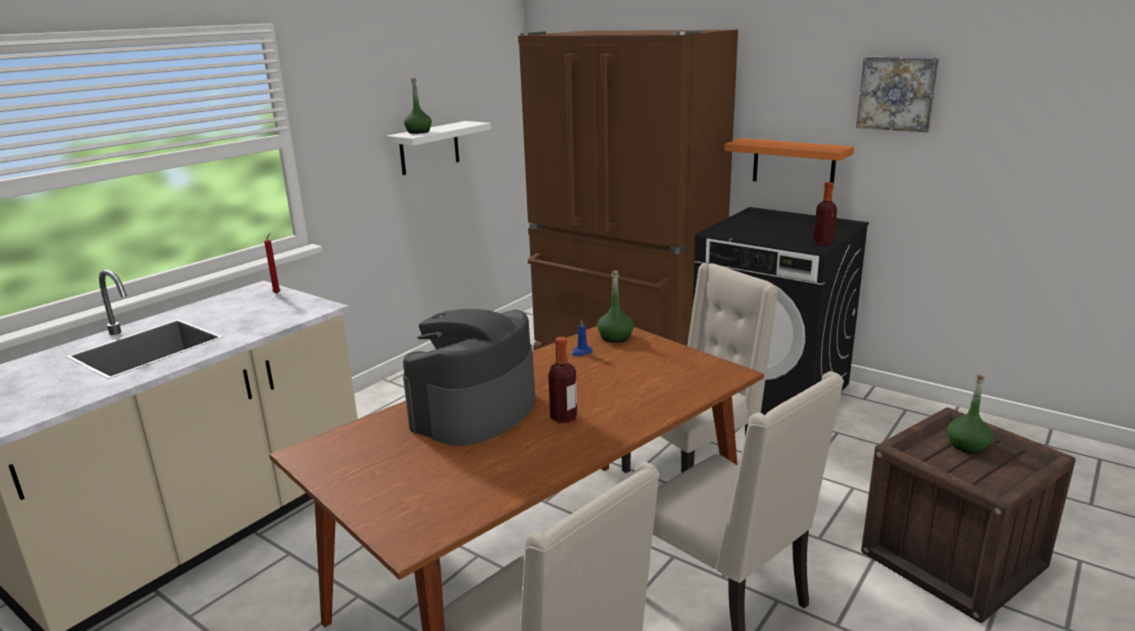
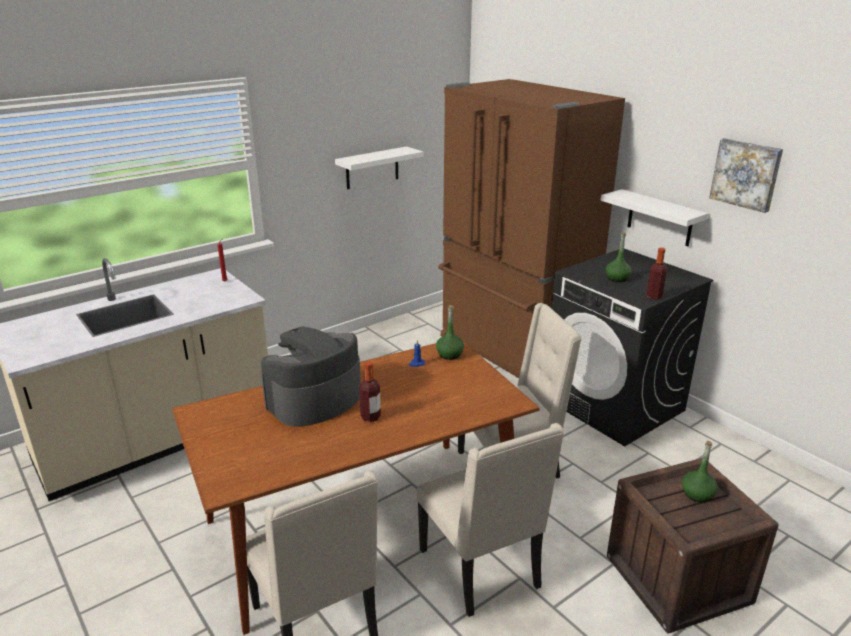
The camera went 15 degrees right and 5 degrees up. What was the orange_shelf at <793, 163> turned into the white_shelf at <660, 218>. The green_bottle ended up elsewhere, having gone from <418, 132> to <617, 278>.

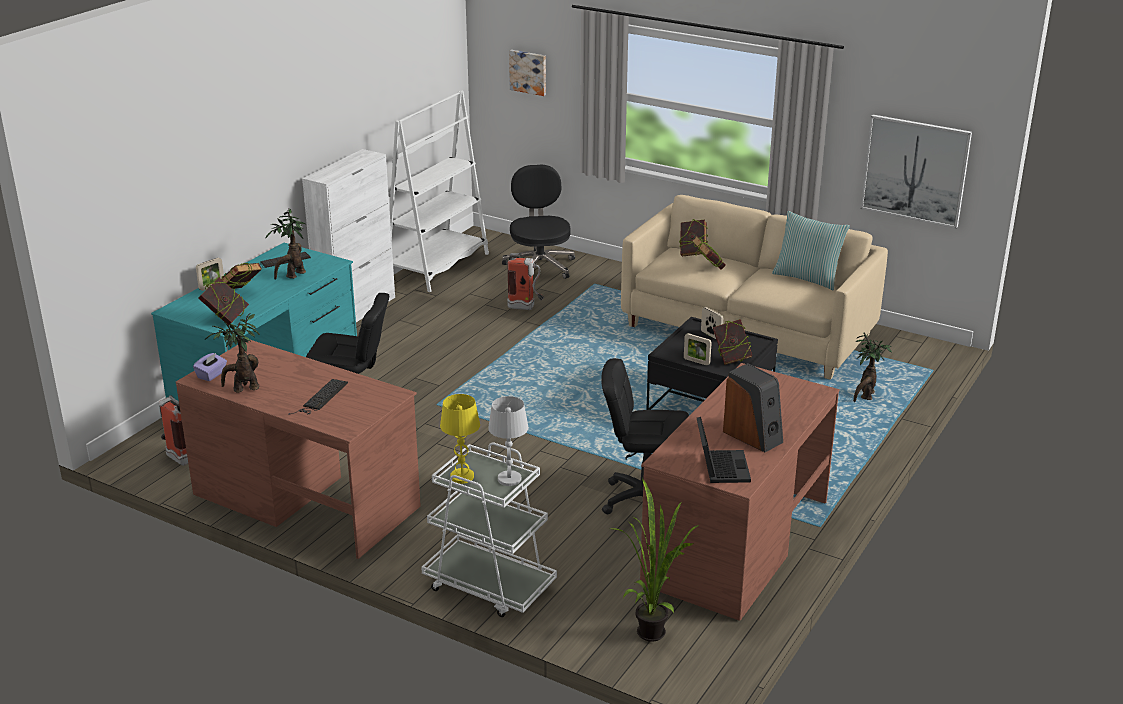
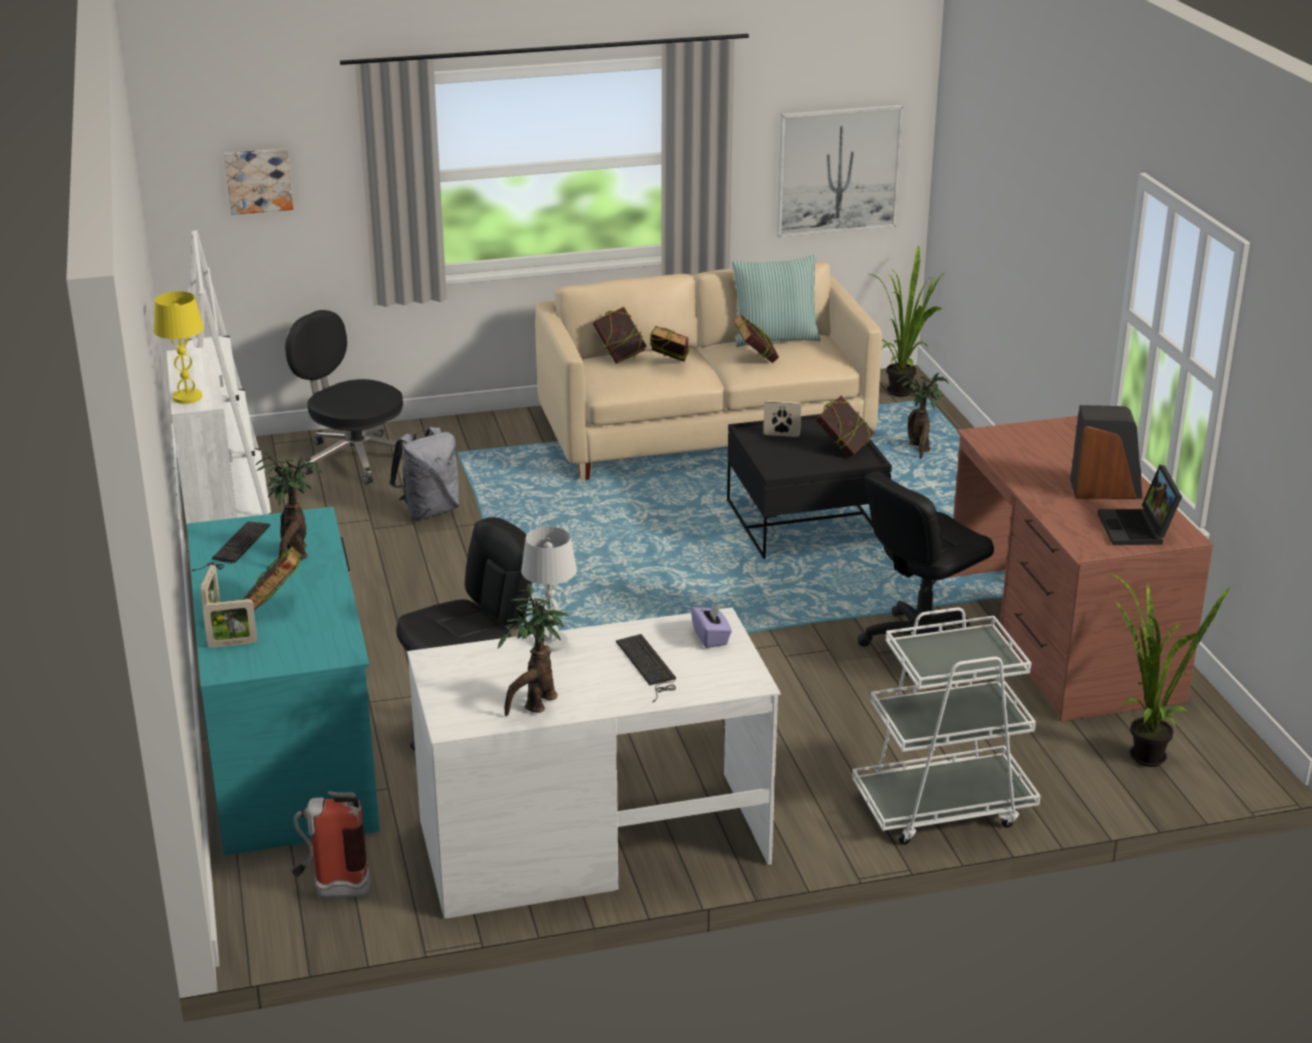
The camera went 45 degrees left and 0 degrees up. The yellow_table_lamp ended up elsewhere, having gone from <462, 477> to <187, 397>. The picture_frame ended up elsewhere, having gone from <696, 361> to <232, 644>. Where the fire_extinguisher stood at <526, 308>, the grey_backpack came to stand at <429, 511>. What was the brown_desk at <306, 499> turned into the white_desk at <592, 841>. The white_table_lamp ended up elsewhere, having gone from <509, 479> to <550, 643>. The purple_tissue_box ended up elsewhere, having gone from <211, 375> to <711, 637>. The book ended up elsewhere, having gone from <226, 319> to <755, 360>. The second view gained the potted_plant at <904, 390>. The laptop at <720, 466> ended up facing another way, 135 degrees counterclockwise from before.

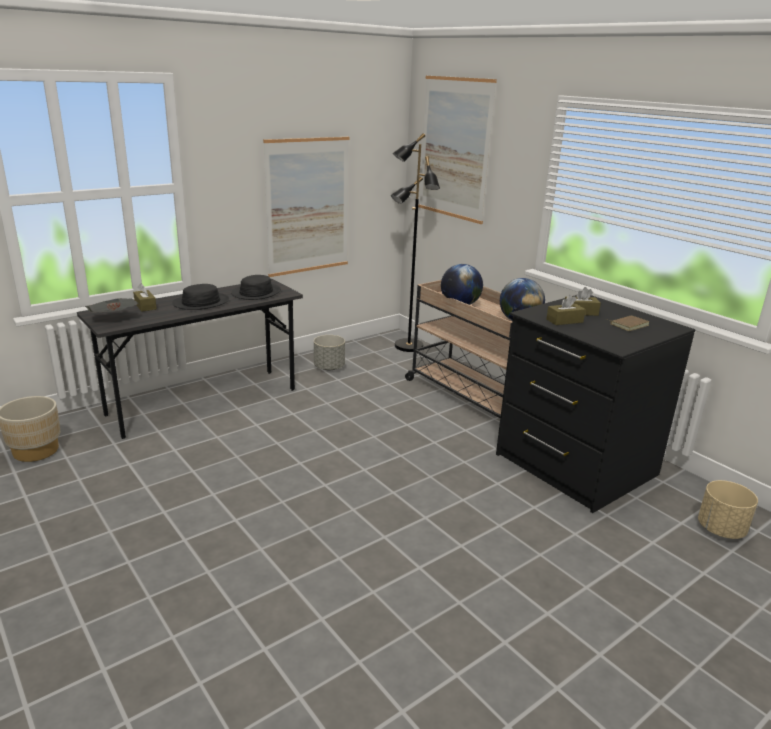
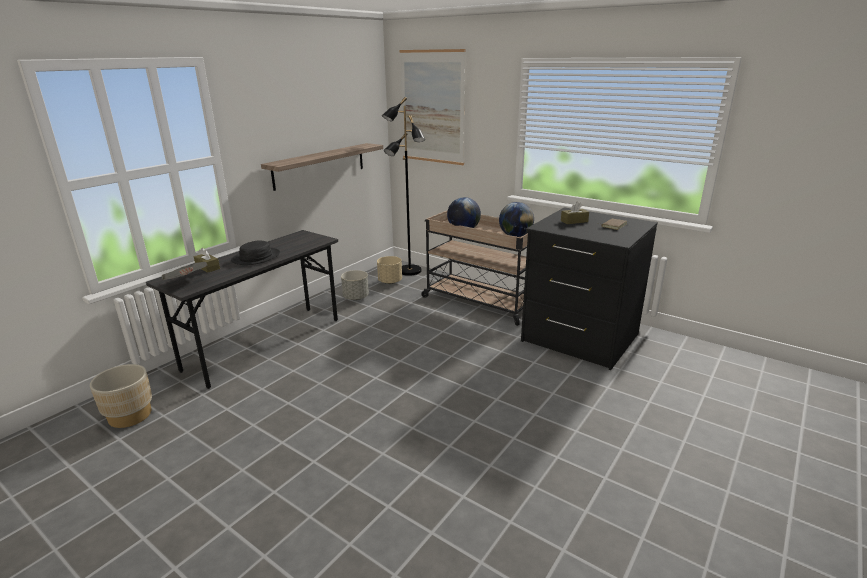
The camera went 15 degrees left and 0 degrees up. Where the picture hung at <308, 206>, the shelf came to hang at <320, 165>. The beige_planter ended up elsewhere, having gone from <720, 529> to <390, 281>. The second view lost the black_hat at <256, 292>. The second view lost the brown_tissue_box at <564, 321>.

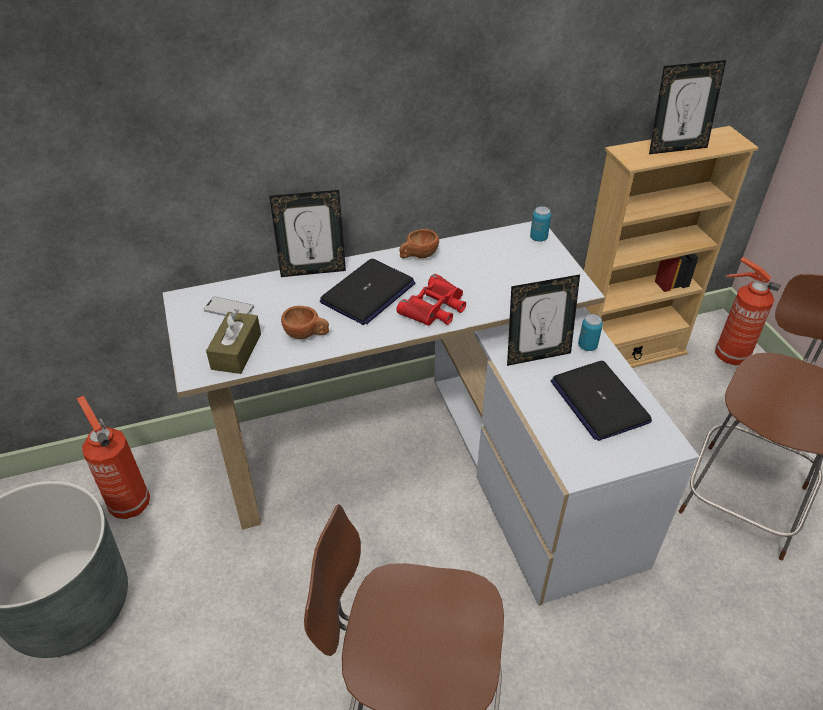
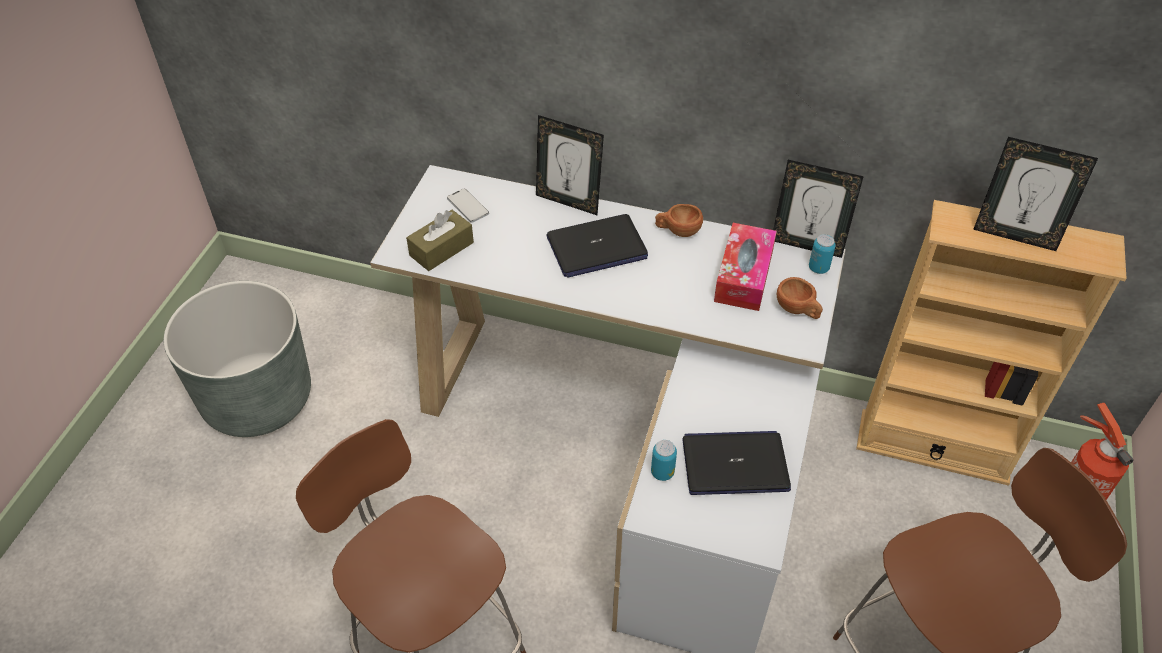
The camera went 35 degrees right and 5 degrees up. The can ended up elsewhere, having gone from <587, 346> to <662, 472>. The laptop at <599, 401> ended up facing another way, 75 degrees clockwise from before. The second view gained the tissue_box at <743, 276>. The picture_frame ended up elsewhere, having gone from <537, 355> to <807, 245>. The brown_cup ended up elsewhere, having gone from <307, 334> to <798, 310>. The second view lost the fire_extinguisher at <129, 502>. The second view lost the red_binoculars at <435, 308>.

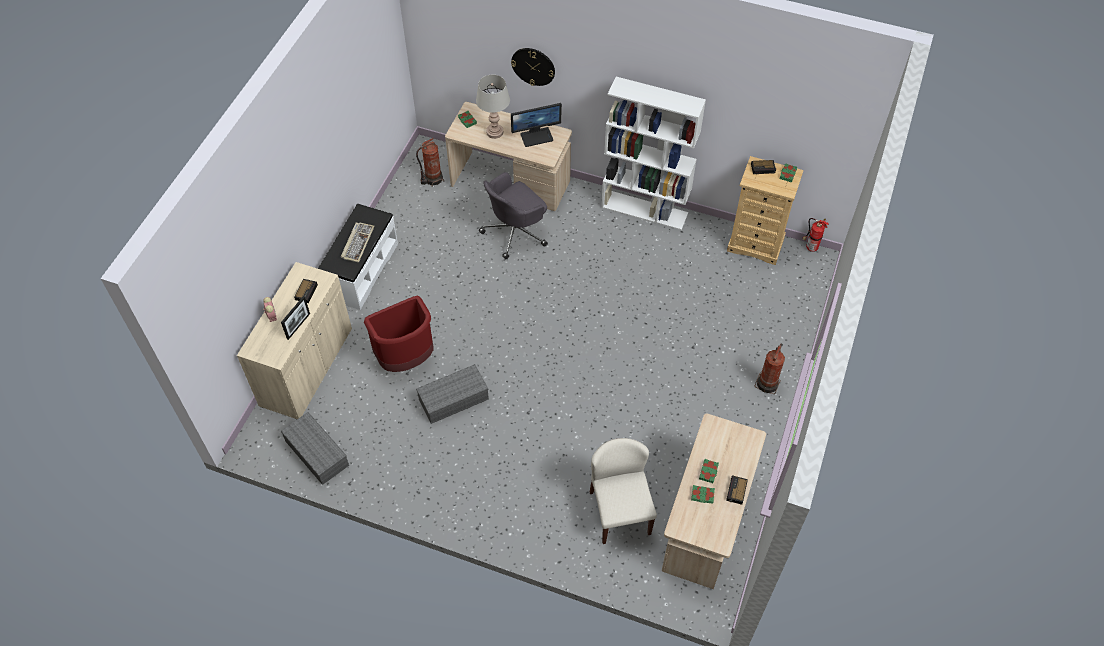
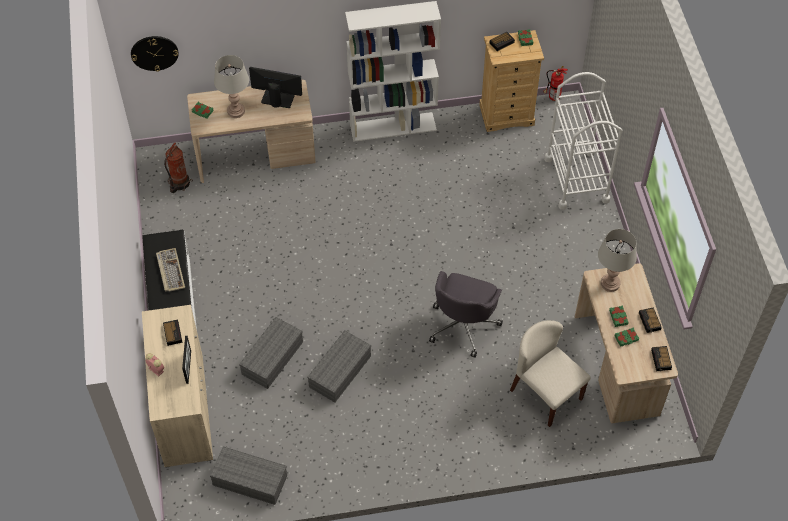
The camera went 30 degrees left and 0 degrees up. The wall_clock ended up elsewhere, having gone from <533, 66> to <154, 52>. Where the red_trash_can stood at <407, 358>, the grey_storage_box came to stand at <272, 357>. The monitor at <536, 136> ended up facing another way, 120 degrees counterclockwise from before. The grey_office_chair ended up elsewhere, having gone from <515, 232> to <463, 325>. The second view gained the white_cart at <576, 179>. The second view gained the grey_table_lamp at <610, 284>. The second view gained the alarm_clock at <661, 360>. The second view lost the fire_extinguisher at <768, 383>.

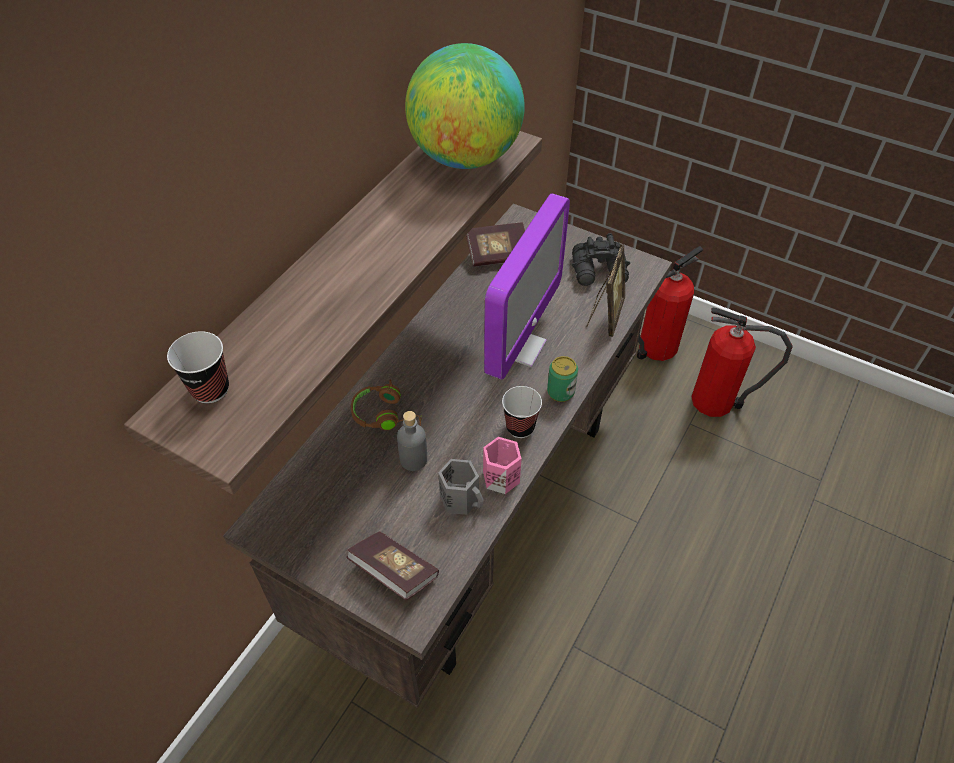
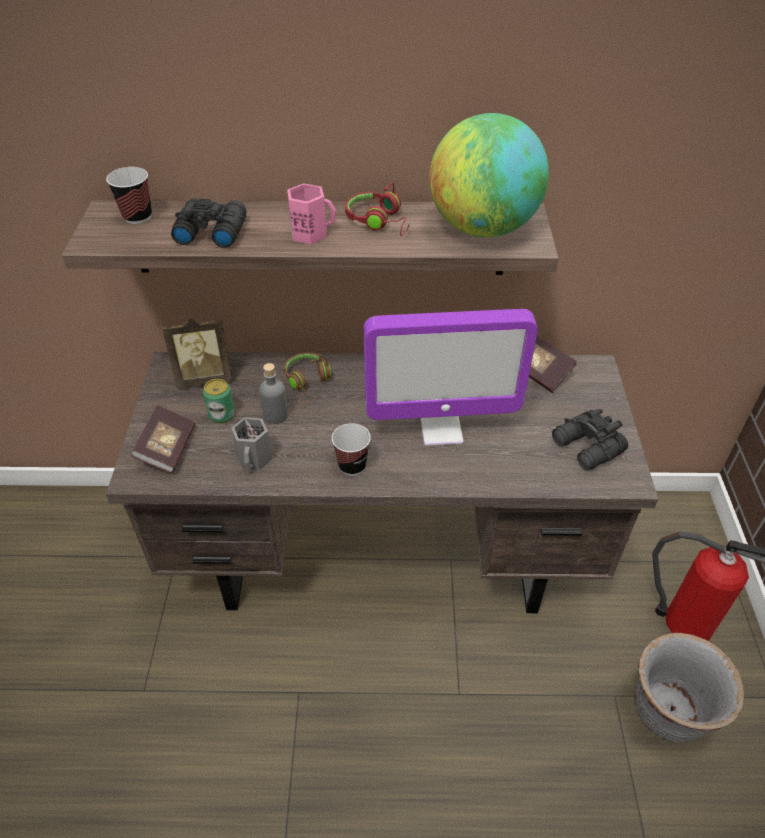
The camera went 60 degrees right and 5 degrees down. The picture_frame ended up elsewhere, having gone from <604, 316> to <205, 378>. The second view gained the black_binoculars at <210, 231>. The can ended up elsewhere, having gone from <560, 392> to <222, 415>. The pink_mug ended up elsewhere, having gone from <500, 476> to <310, 233>. The second view gained the red_headphones at <379, 221>. Where the fire_extinguisher stood at <717, 401>, the grey_planter came to stand at <668, 712>.

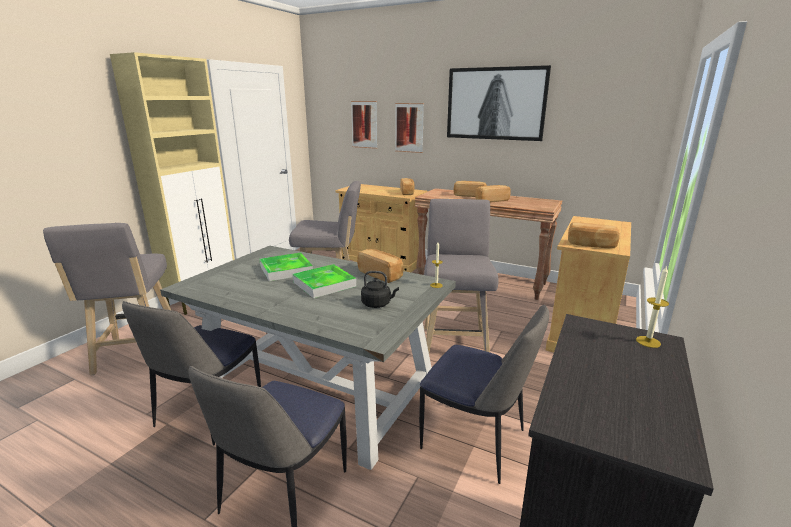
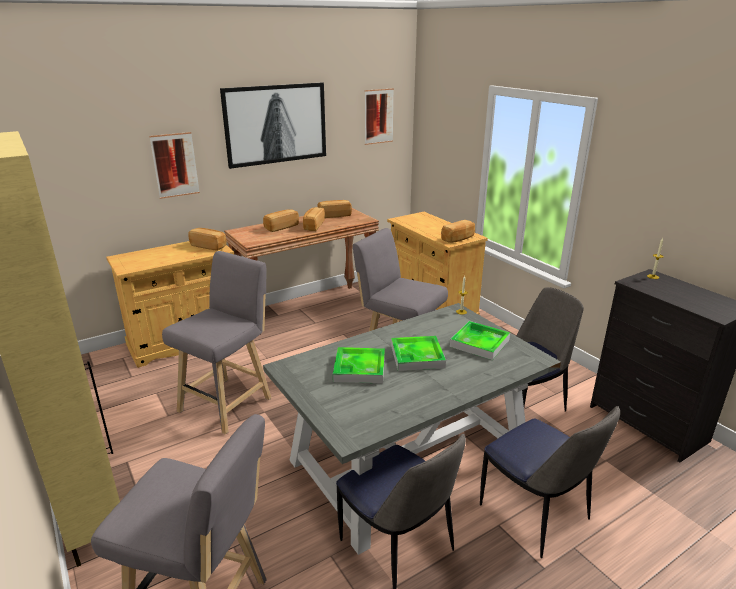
The camera went 60 degrees left and 5 degrees up. The bread ended up elsewhere, having gone from <380, 274> to <334, 215>. The picture ended up elsewhere, having gone from <364, 124> to <378, 116>. Where the black_kettle stood at <378, 304>, the tray came to stand at <479, 343>.

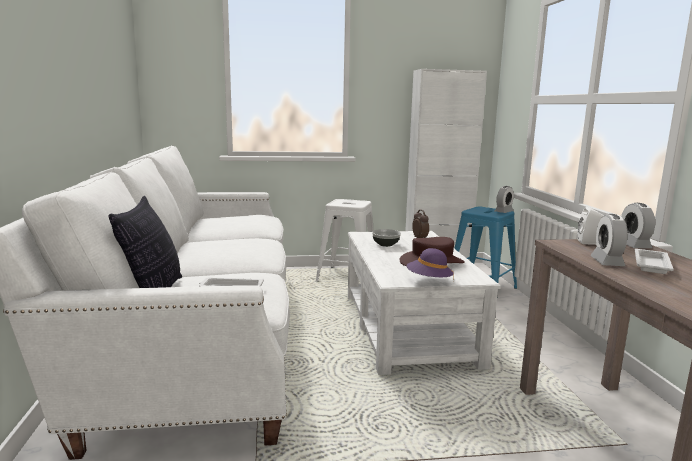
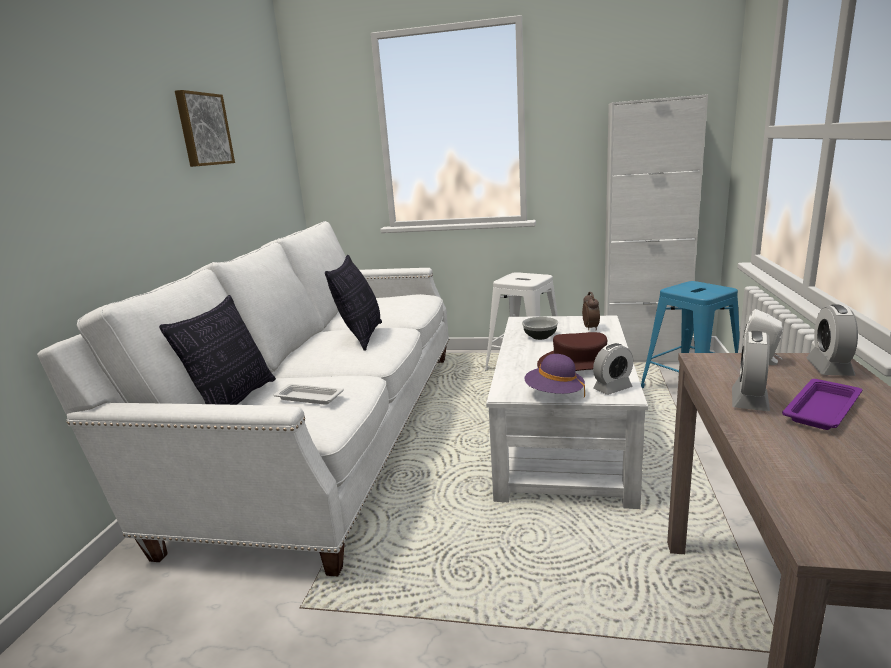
The camera went 20 degrees right and 5 degrees up. The second view gained the picture at <203, 129>. The second view gained the pillow at <361, 337>. The alarm_clock ended up elsewhere, having gone from <503, 211> to <612, 388>. What was the white_tray at <651, 264> turned into the purple_tray at <822, 409>.

